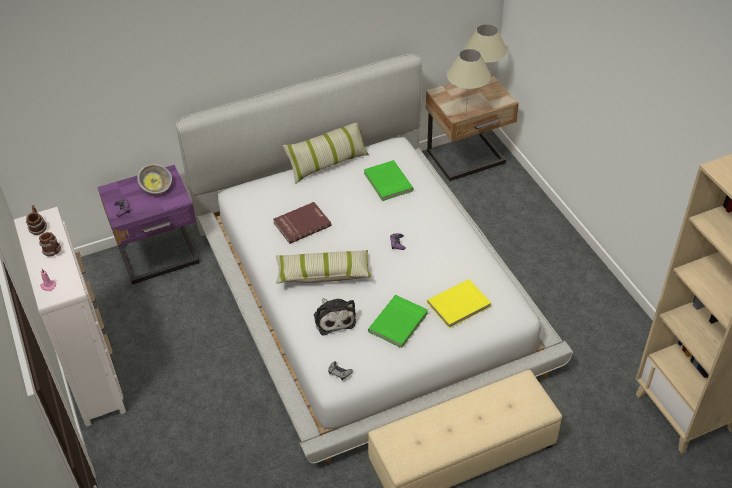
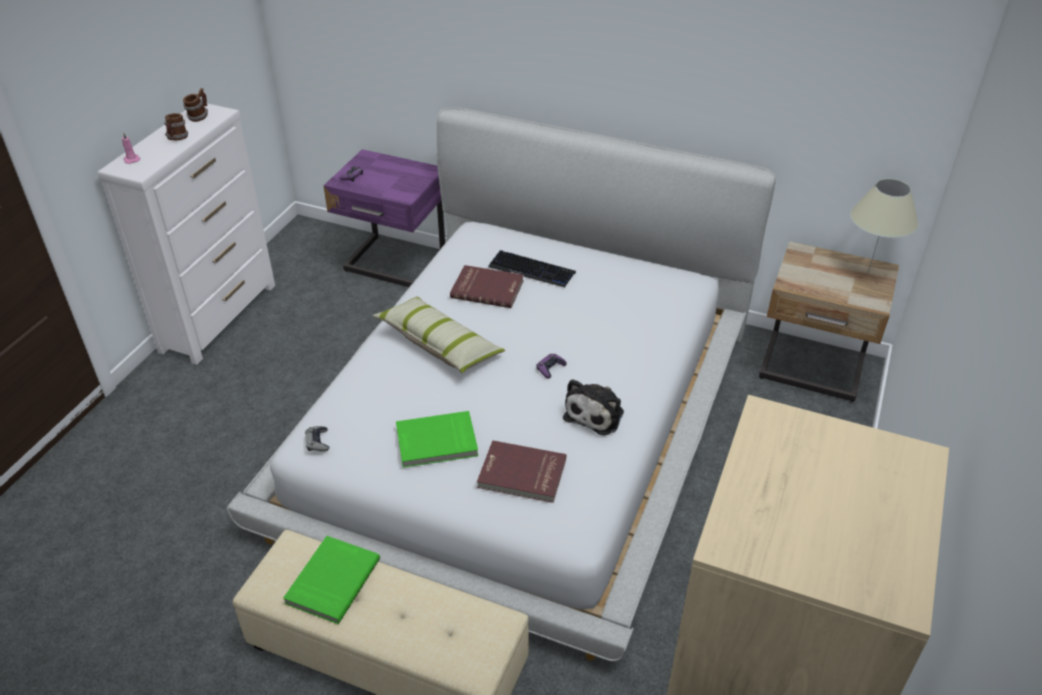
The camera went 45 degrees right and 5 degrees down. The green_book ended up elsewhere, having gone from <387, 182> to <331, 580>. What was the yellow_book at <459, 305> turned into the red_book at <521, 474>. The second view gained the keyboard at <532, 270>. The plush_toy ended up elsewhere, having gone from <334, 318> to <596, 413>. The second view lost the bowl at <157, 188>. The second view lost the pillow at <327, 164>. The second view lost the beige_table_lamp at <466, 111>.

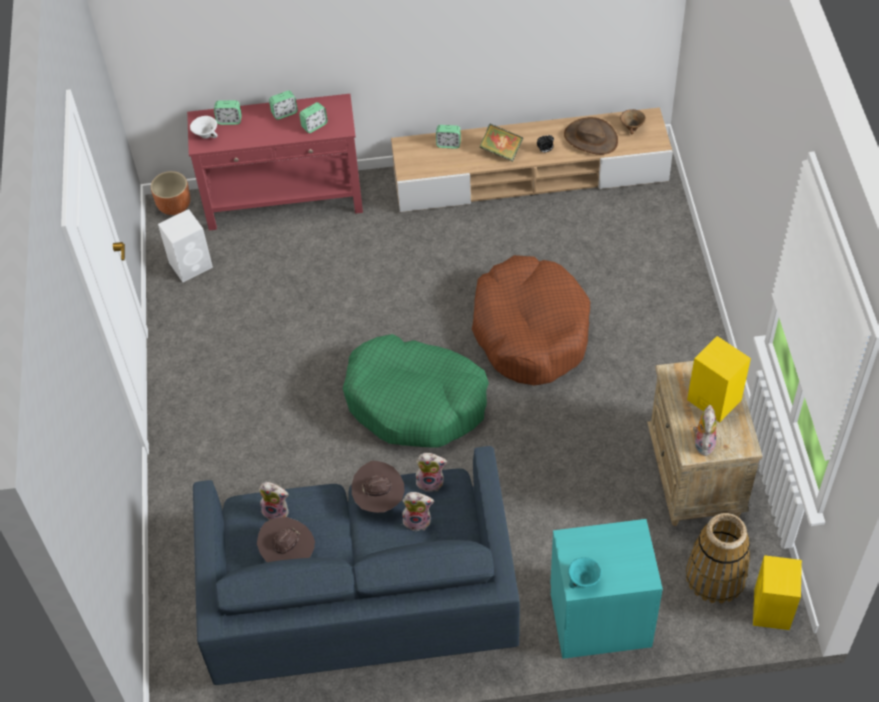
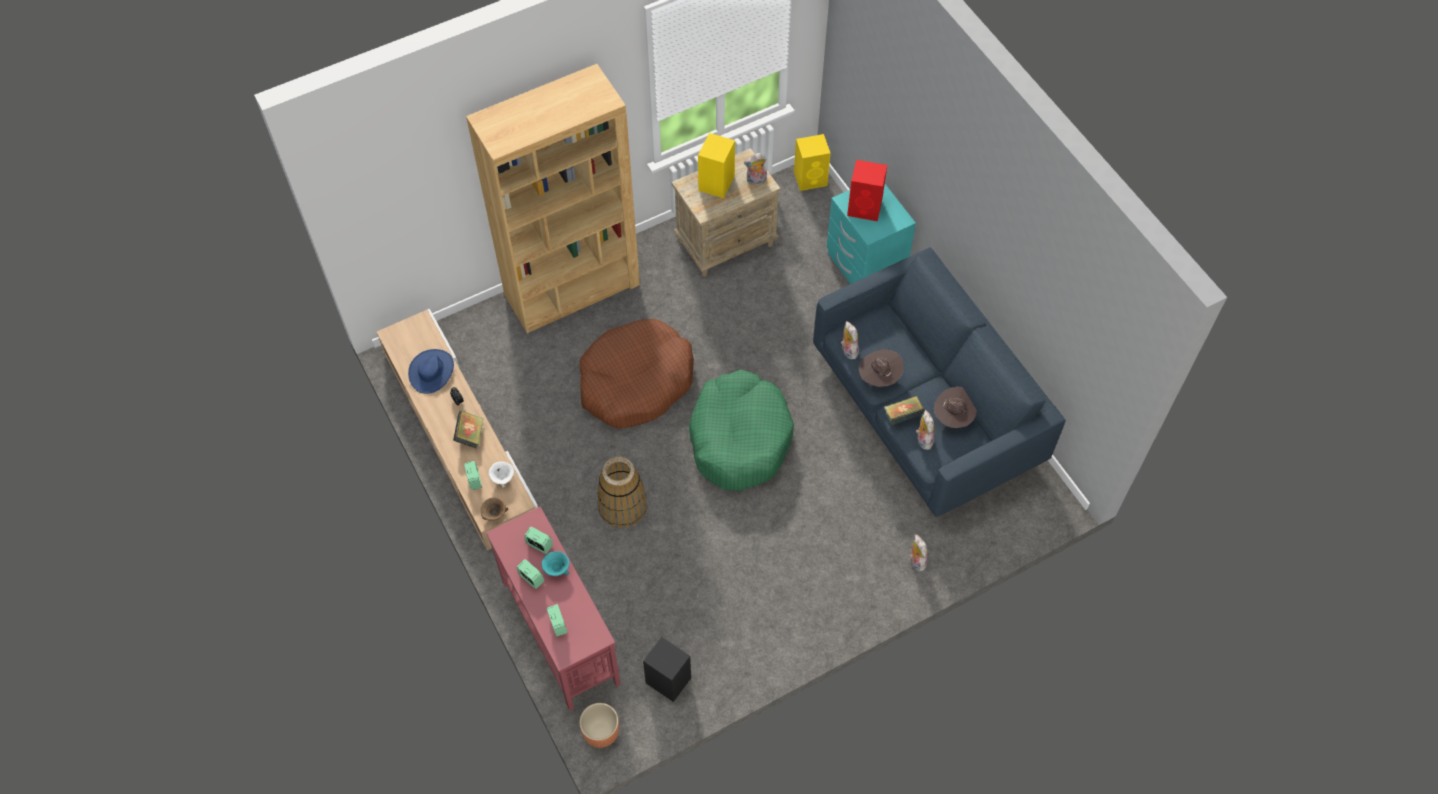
The camera went 115 degrees left and 5 degrees up. What was the brown_hat at <590, 138> turned into the blue_hat at <432, 371>. The second view gained the brown_bookcase at <573, 289>. The brown_bowl ended up elsewhere, having gone from <632, 128> to <495, 514>. The white_bowl ended up elsewhere, having gone from <206, 135> to <502, 478>. The turquoise_bowl ended up elsewhere, having gone from <583, 581> to <557, 569>. The basket ended up elsewhere, having gone from <716, 576> to <622, 506>. What was the white_speaker at <191, 264> turned into the black_speaker at <667, 680>. The second view gained the red_speaker at <865, 208>. The second view gained the book at <903, 416>. The plush_toy ended up elsewhere, having gone from <418, 520> to <916, 561>.

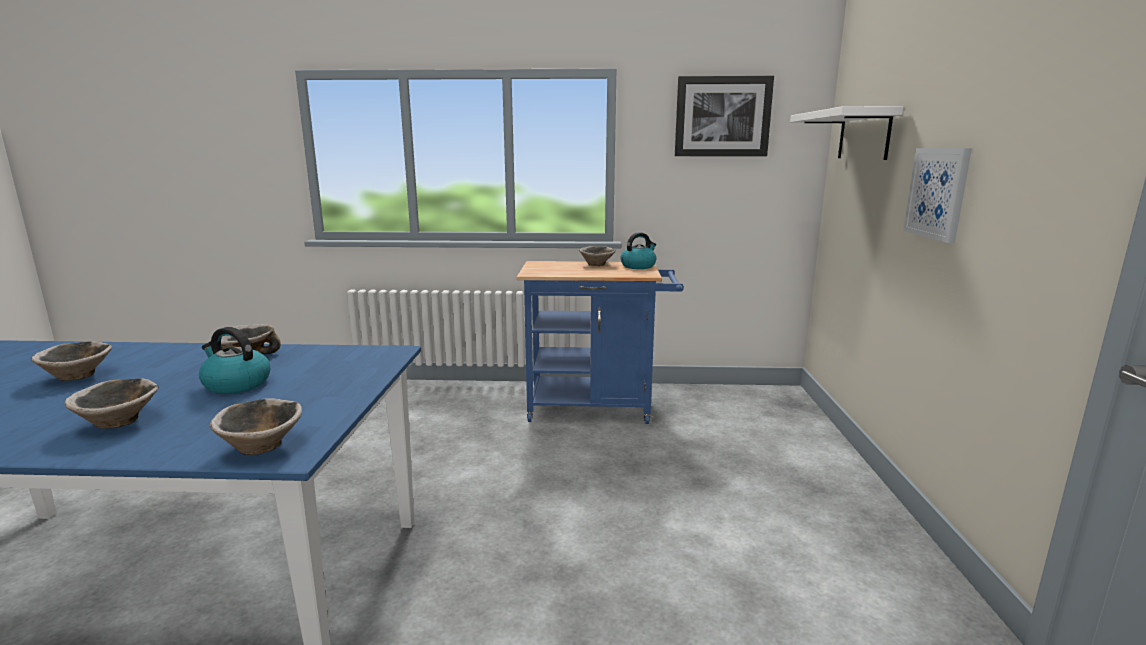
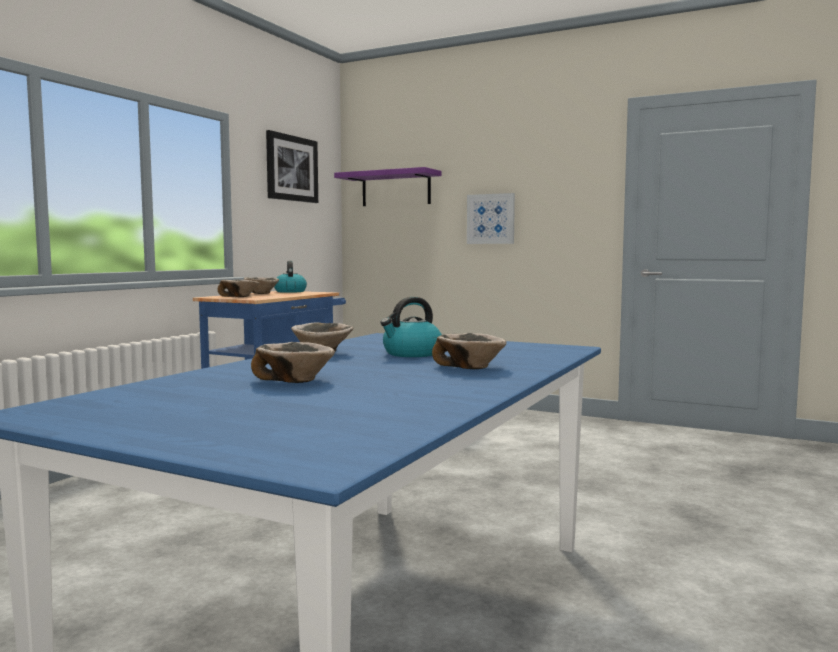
The camera went 65 degrees left and 10 degrees down. The bowl ended up elsewhere, having gone from <261, 446> to <240, 296>. What was the white_shelf at <864, 135> turned into the purple_shelf at <396, 189>.

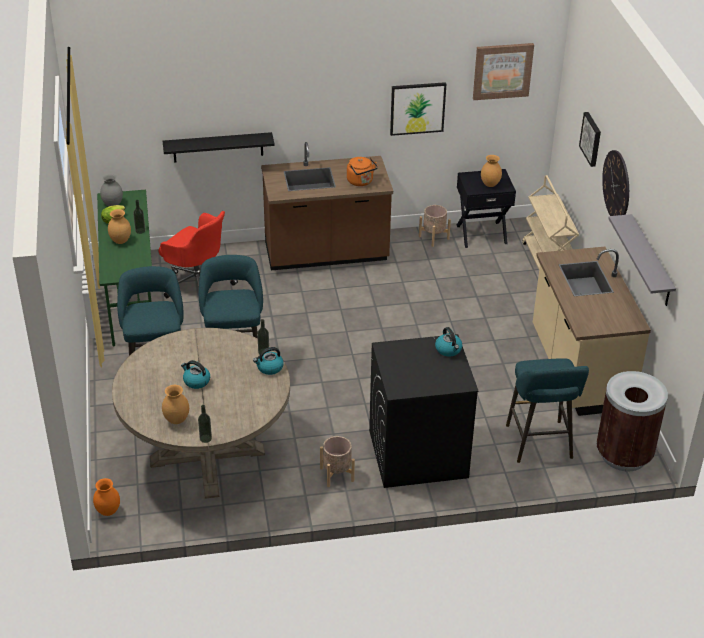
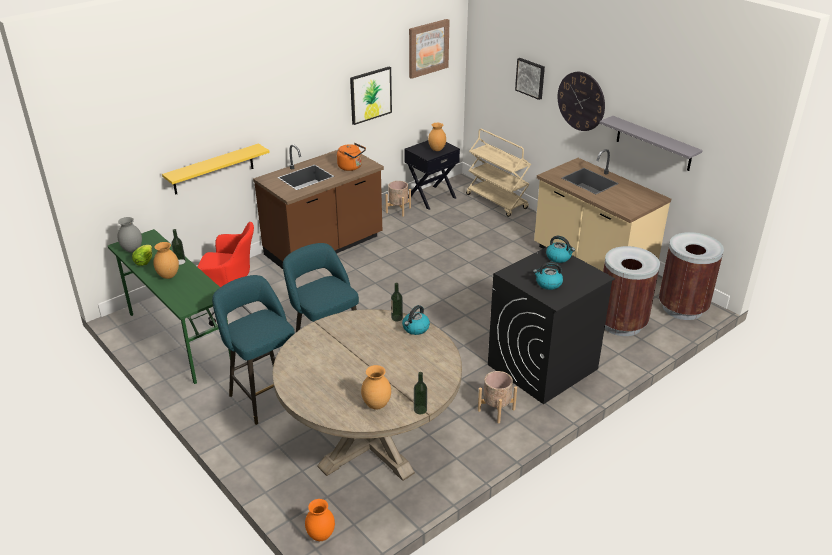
The camera went 30 degrees left and 5 degrees down. What was the black_shelf at <218, 147> turned into the yellow_shelf at <213, 169>. The kettle ended up elsewhere, having gone from <196, 381> to <548, 284>. Where the turquoise_stool stood at <540, 444>, the brown_trash_can came to stand at <621, 324>.

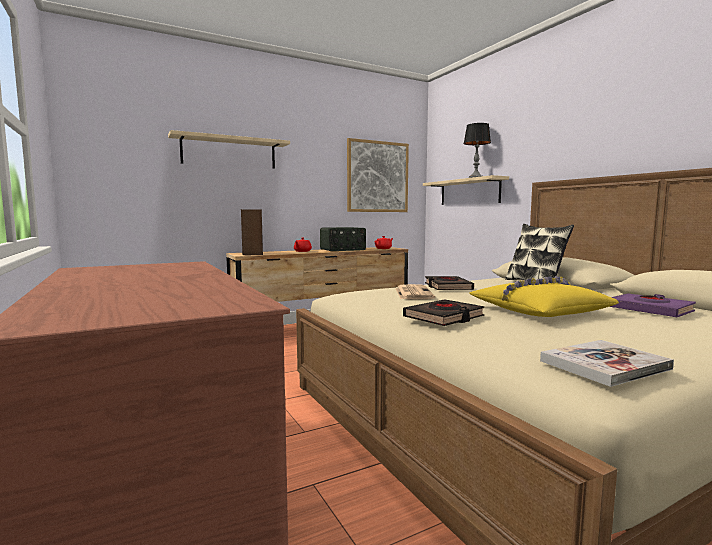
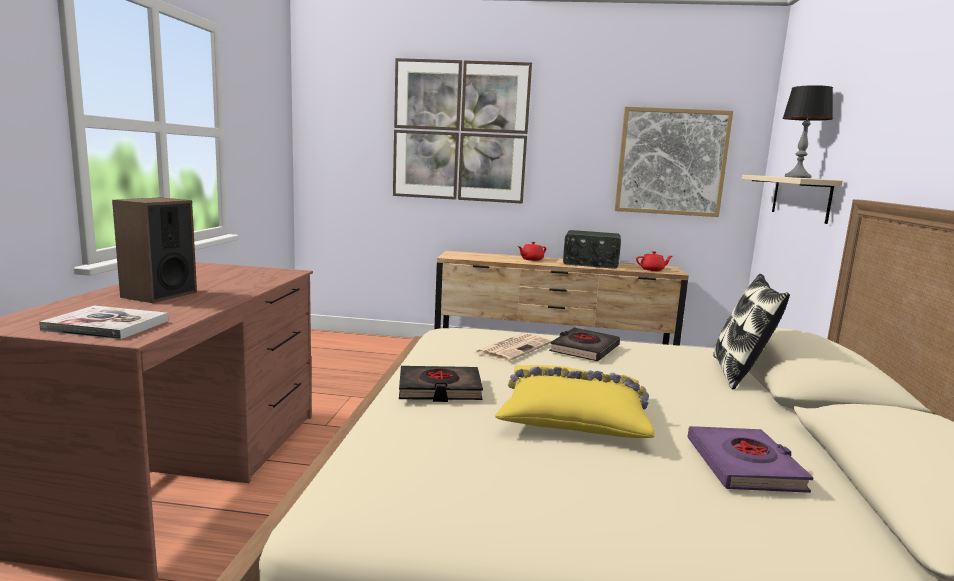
The camera went 35 degrees right and 5 degrees up. The book ended up elsewhere, having gone from <604, 365> to <107, 325>. The speaker ended up elsewhere, having gone from <252, 254> to <159, 295>. Where the beige_shelf hung at <229, 152>, the picture came to hang at <460, 131>.

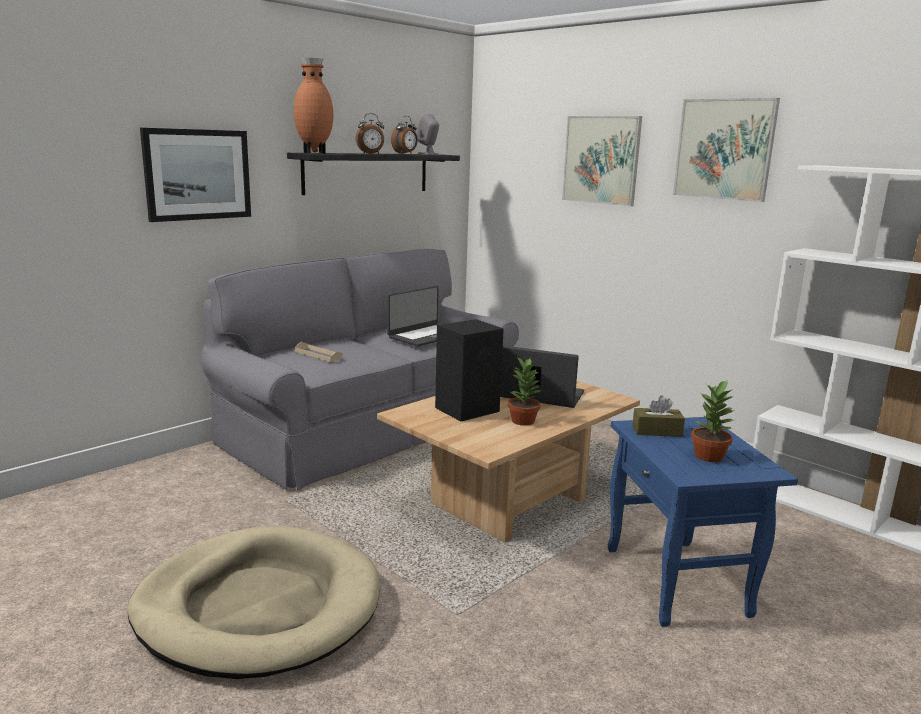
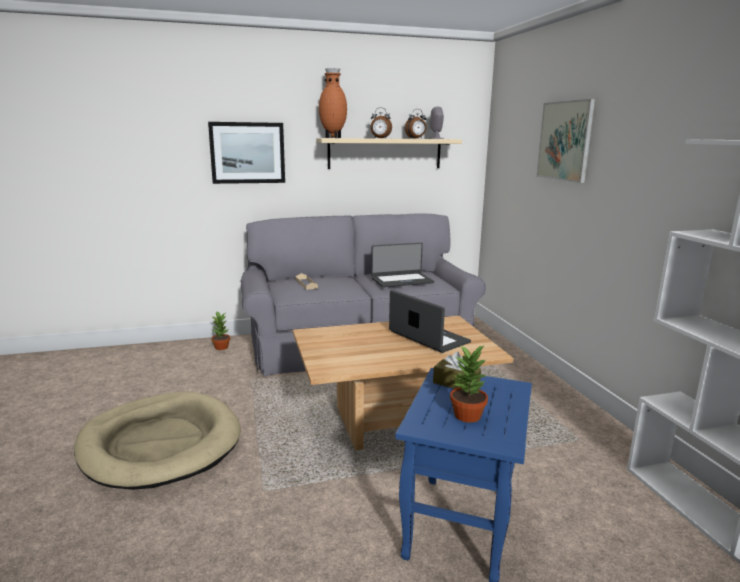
The camera went 30 degrees right and 0 degrees up. The potted_plant ended up elsewhere, having gone from <522, 420> to <221, 347>. What was the black_shelf at <367, 173> turned into the beige_shelf at <385, 153>. The second view lost the black_speaker at <468, 409>. The second view lost the picture at <724, 149>.

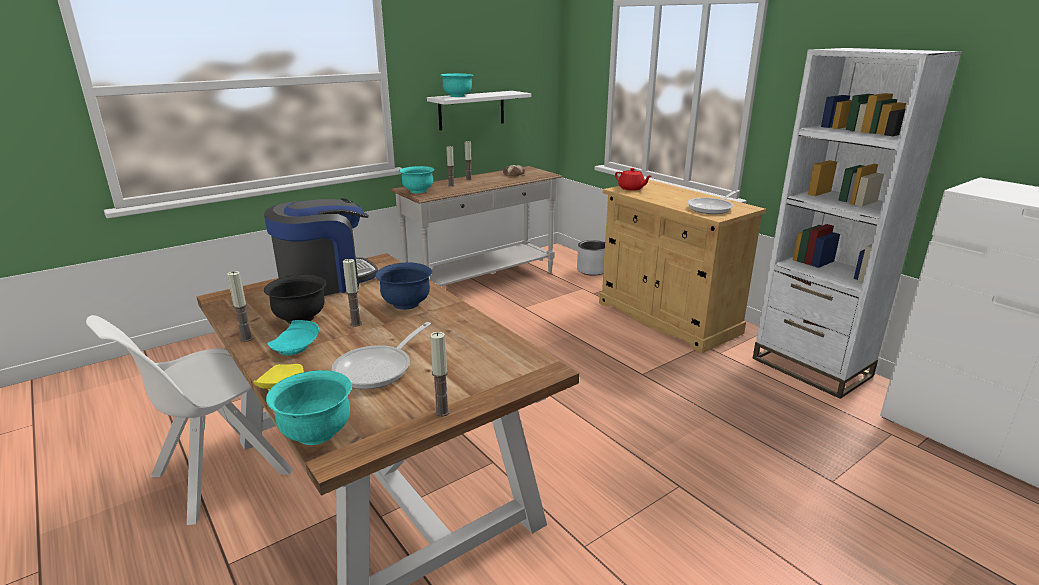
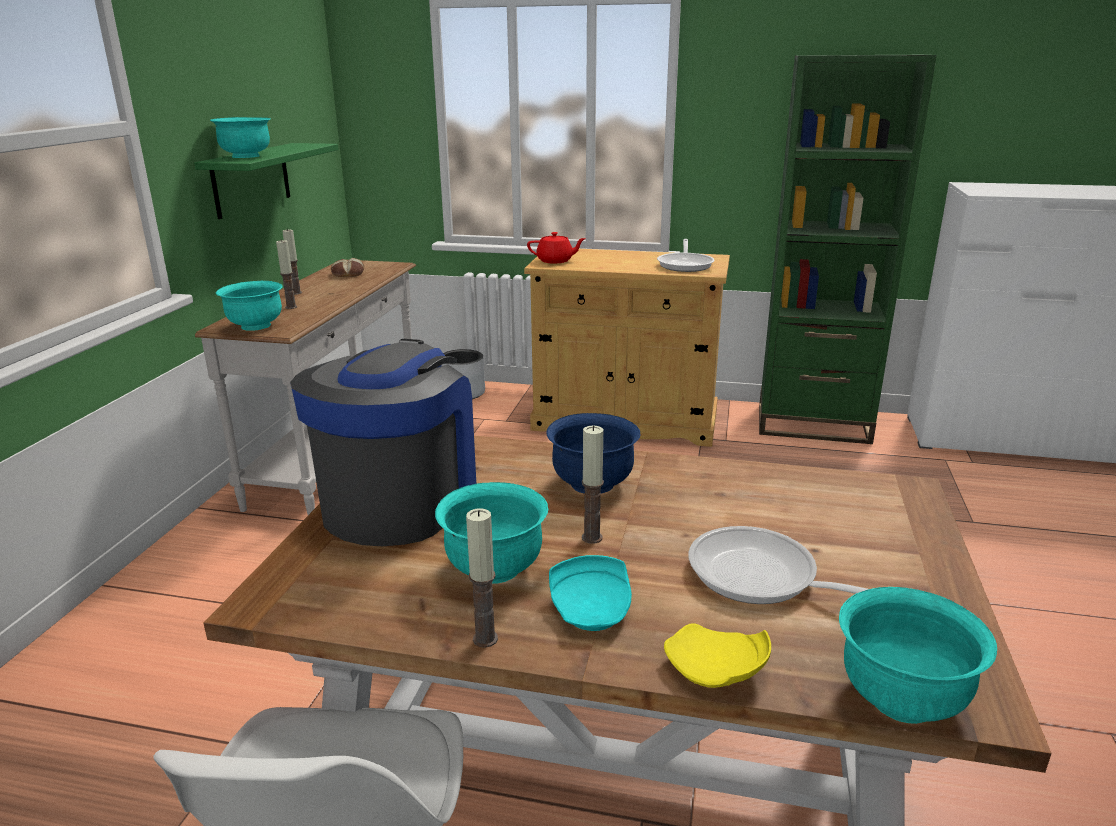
The camera went 40 degrees left and 0 degrees up. What was the white_shelf at <471, 110> turned into the green_shelf at <251, 179>. What was the black_bowl at <300, 318> turned into the turquoise_bowl at <494, 568>. The frying_pan at <378, 368> ended up facing another way, 135 degrees clockwise from before. What was the white_bookcase at <811, 367> turned into the green_bookcase at <813, 424>. The second view lost the candle at <442, 412>.

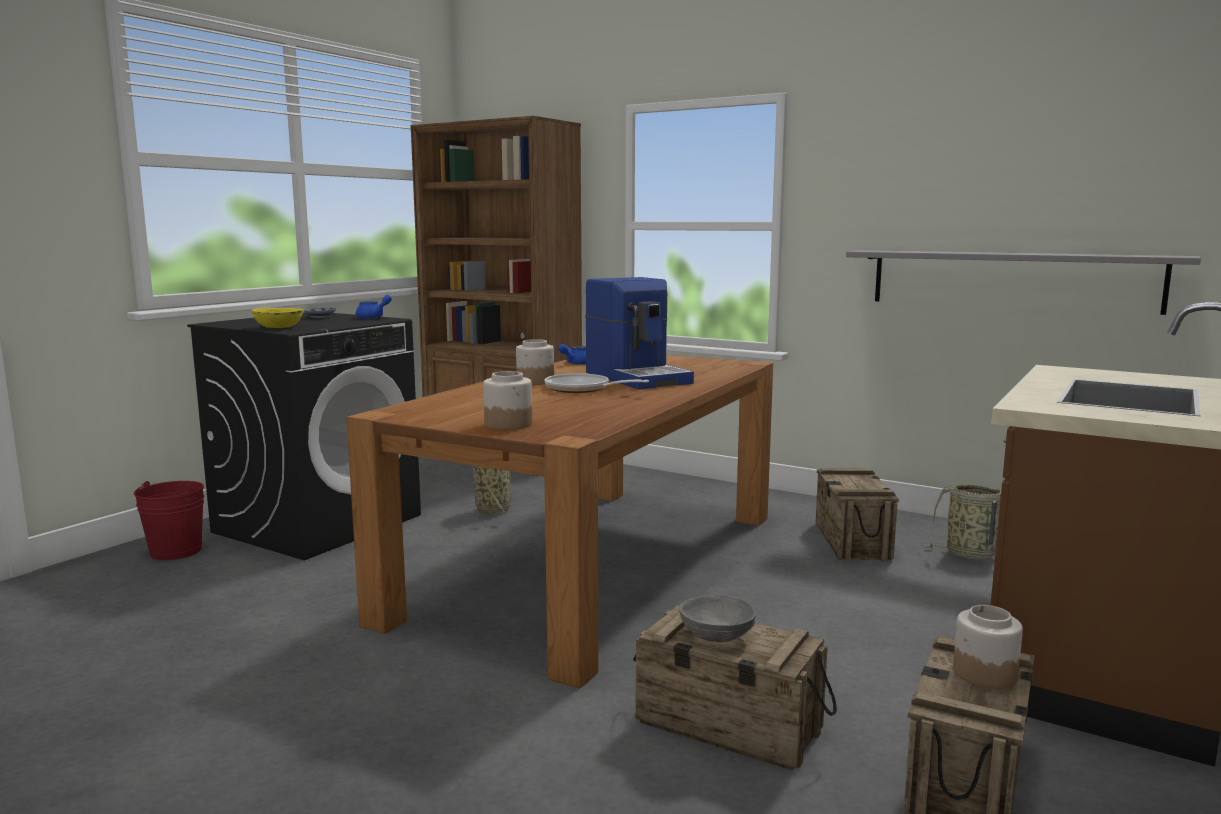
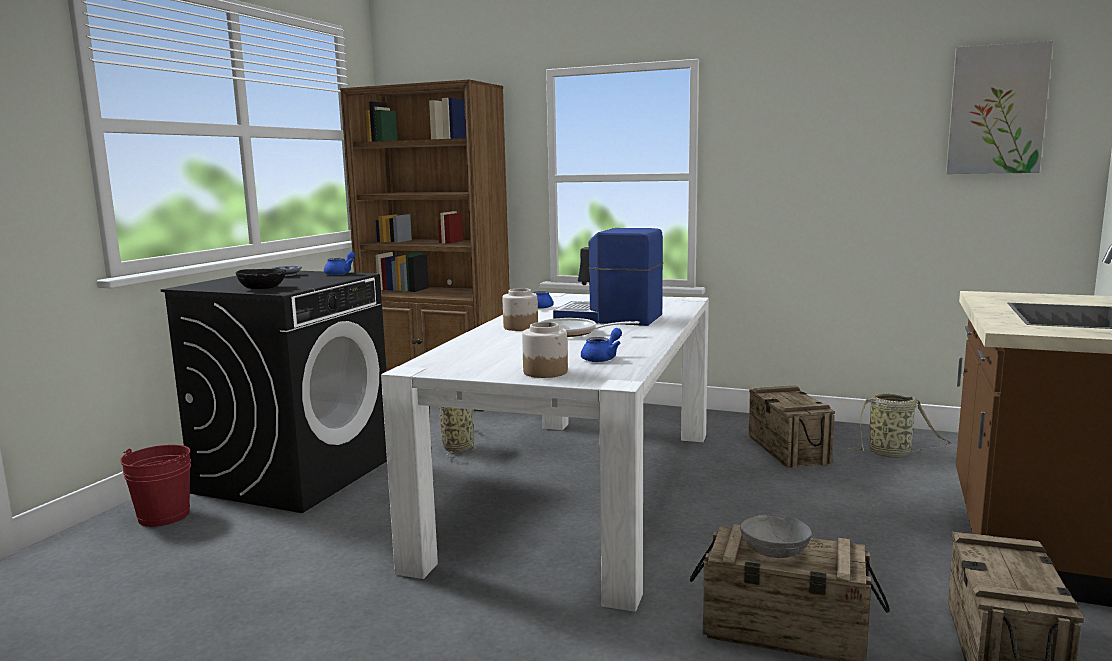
The camera went 10 degrees left and 0 degrees up. What was the yellow_bowl at <278, 327> turned into the black_bowl at <261, 288>. What was the brown_dining_table at <594, 564> turned into the white_dining_table at <580, 491>. The coffee_machine at <638, 377> ended up facing another way, 150 degrees clockwise from before. The second view gained the blue_teapot at <602, 358>. The second view gained the picture at <996, 110>. The second view lost the grey_shelf at <1011, 280>. The second view lost the jar at <984, 673>.

